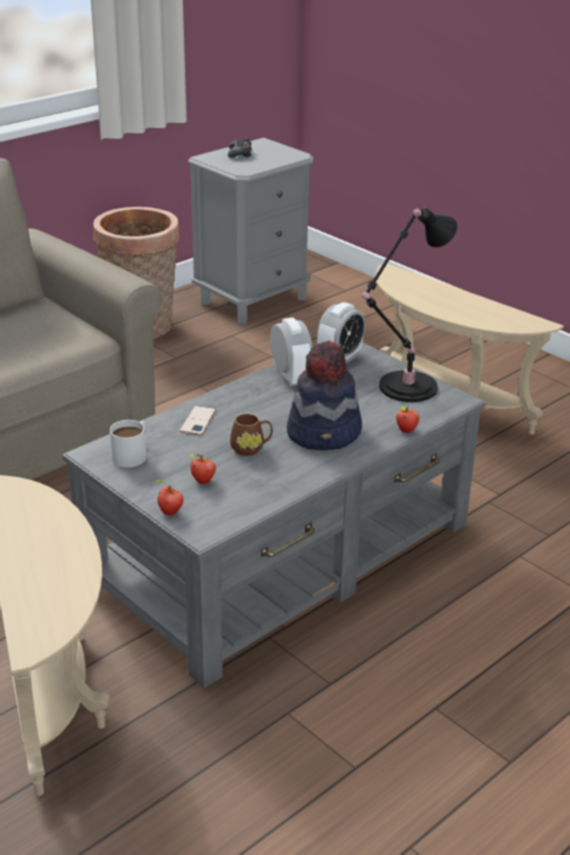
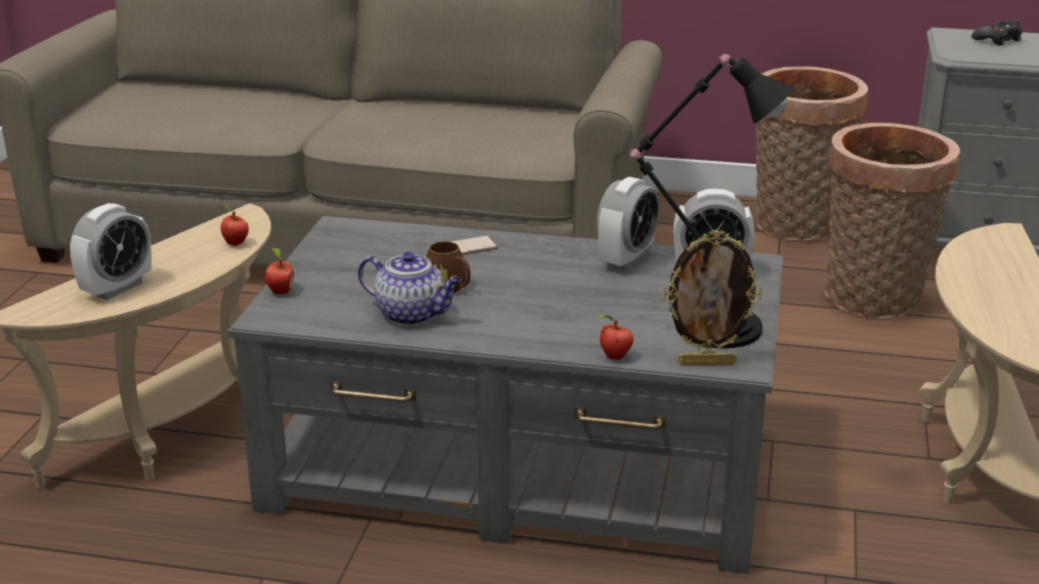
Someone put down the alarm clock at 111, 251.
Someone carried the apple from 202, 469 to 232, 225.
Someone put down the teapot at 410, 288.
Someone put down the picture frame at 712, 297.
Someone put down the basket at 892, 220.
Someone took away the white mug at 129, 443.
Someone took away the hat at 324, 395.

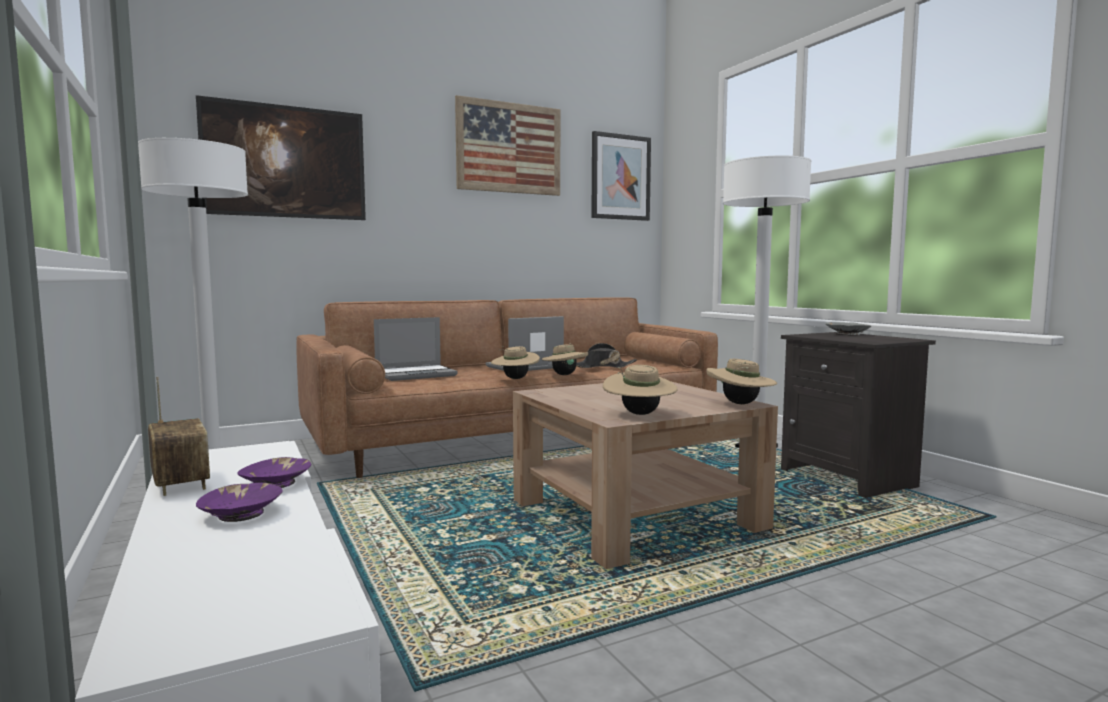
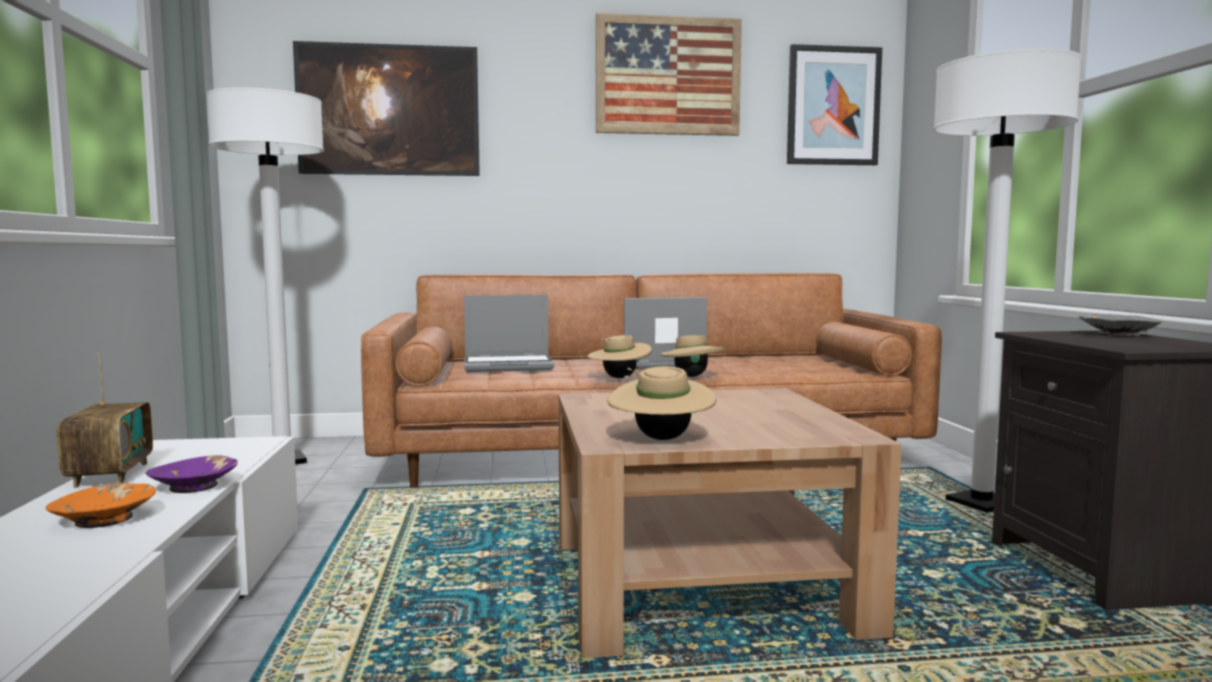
Someone repainted the purple bowl at 239, 502, which became the orange bowl at 101, 505.
Someone took away the black hat at 606, 355.
Someone took away the beige hat at 742, 381.

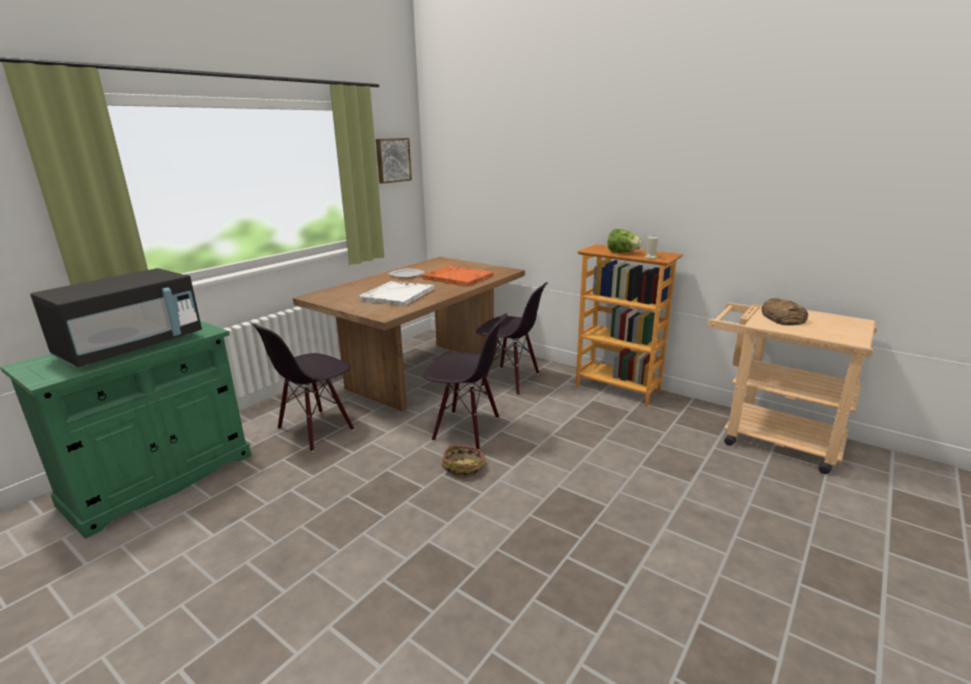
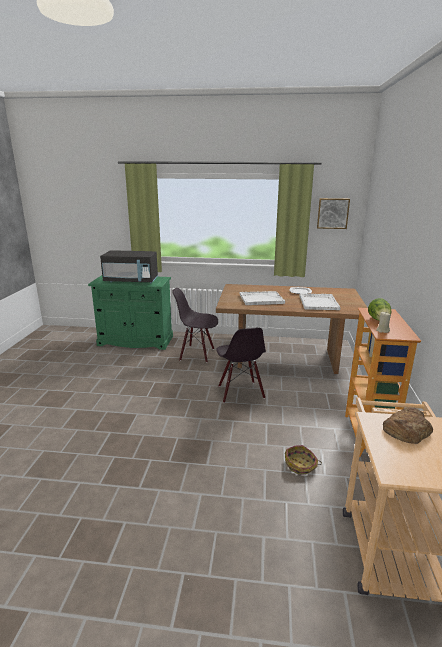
Someone carried the basket from 463, 461 to 303, 459.
Someone repainted the orange tray at 457, 275, which became the white tray at 319, 302.
Someone took away the black chair at 512, 338.

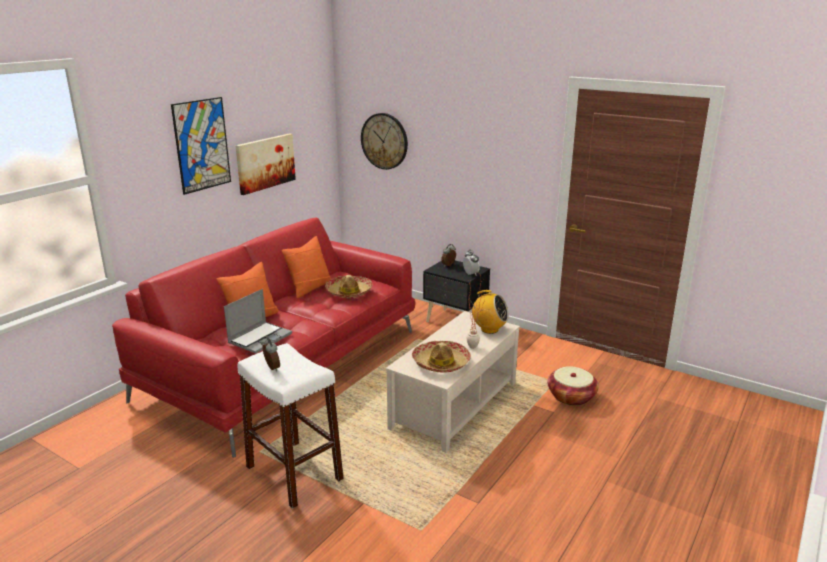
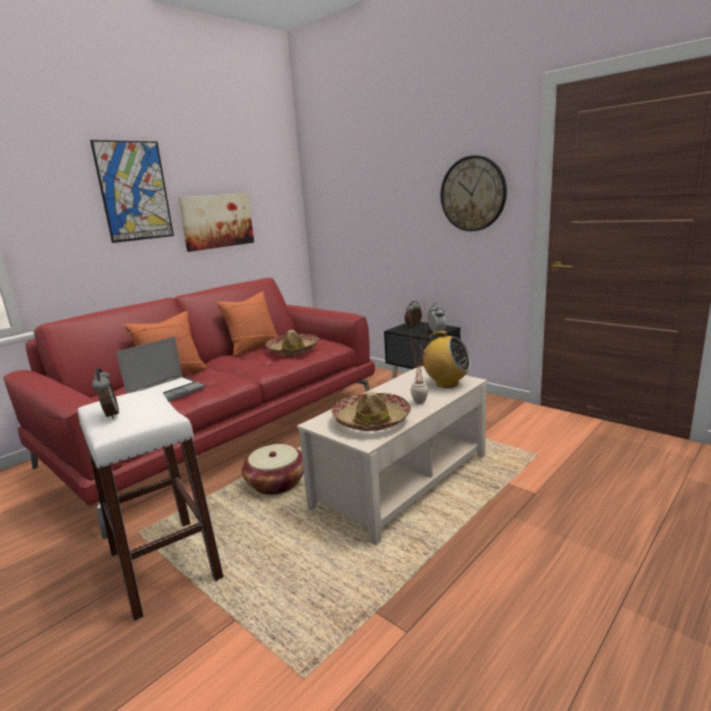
Someone carried the basket from 573, 386 to 273, 469.
Someone carried the wall clock from 384, 141 to 474, 193.

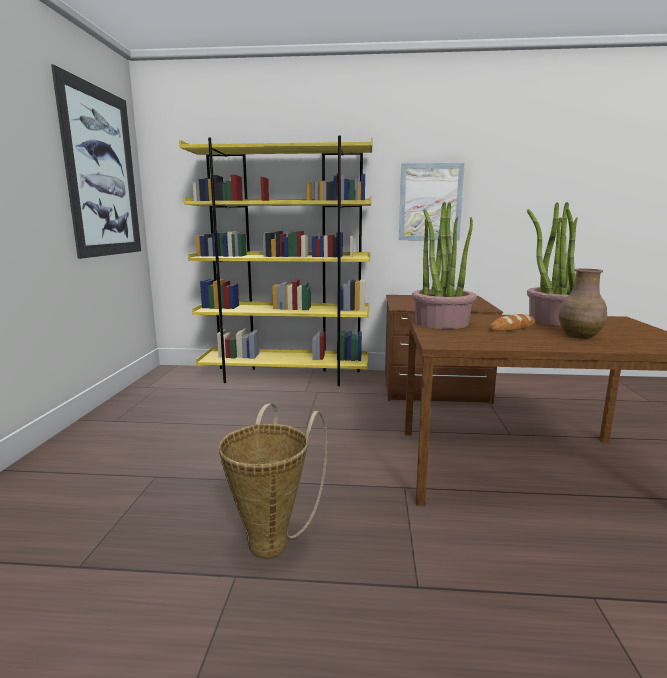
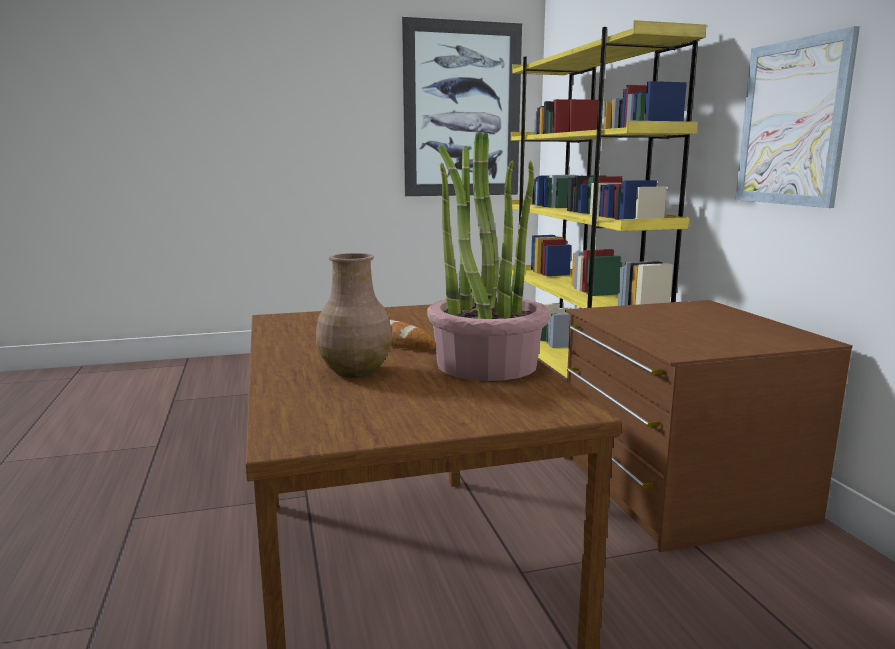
Someone took away the basket at 273, 481.
Someone took away the potted plant at 444, 265.

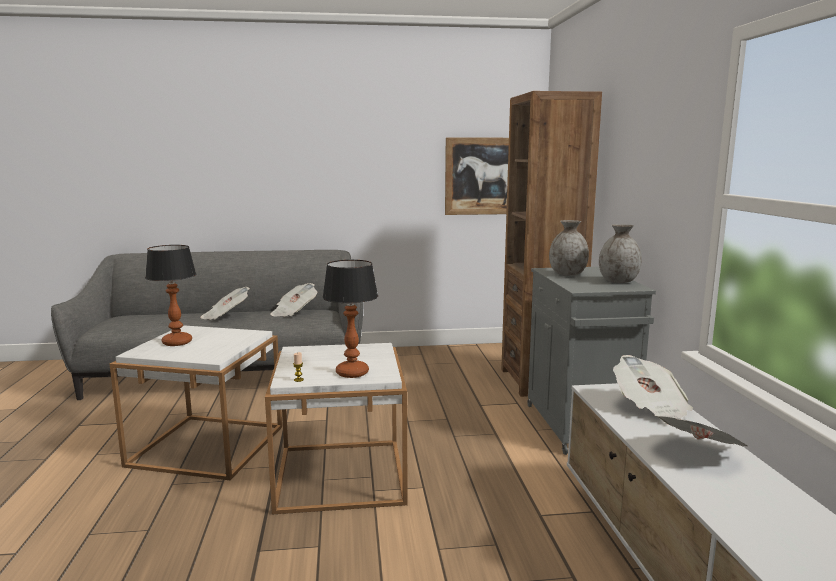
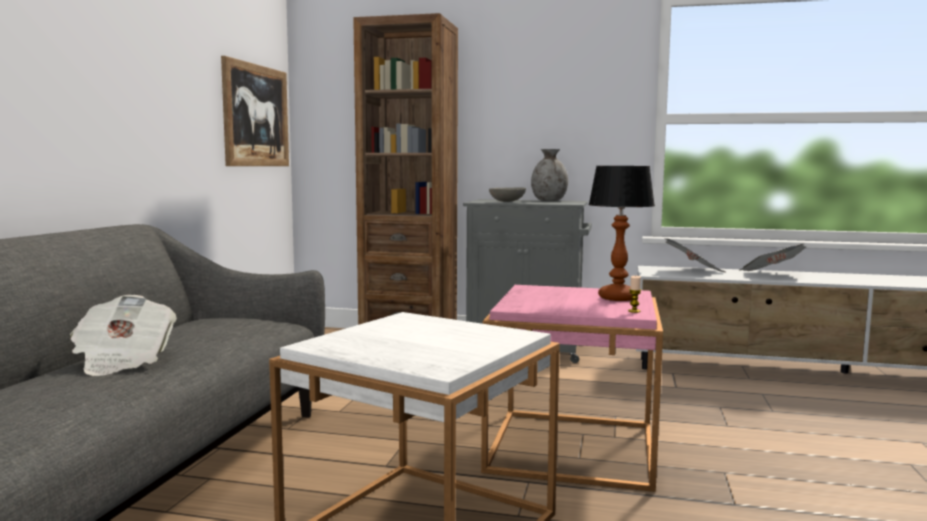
Someone repainted the white side table at 336, 429, which became the pink side table at 572, 388.
Someone swapped the grey vase at 569, 248 for the grey bowl at 507, 194.
Someone took away the table lamp at 170, 295.
Someone took away the newspaper at 293, 299.

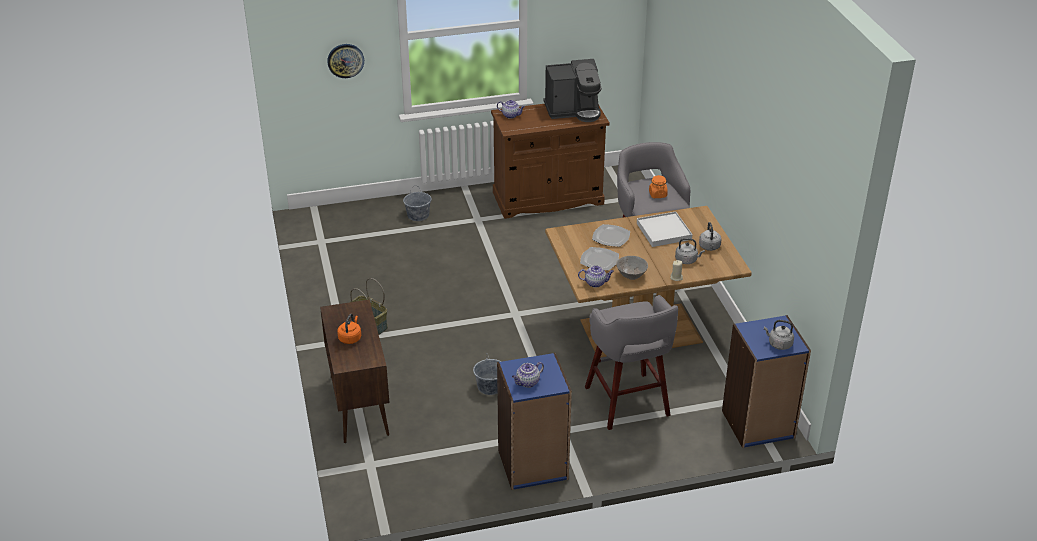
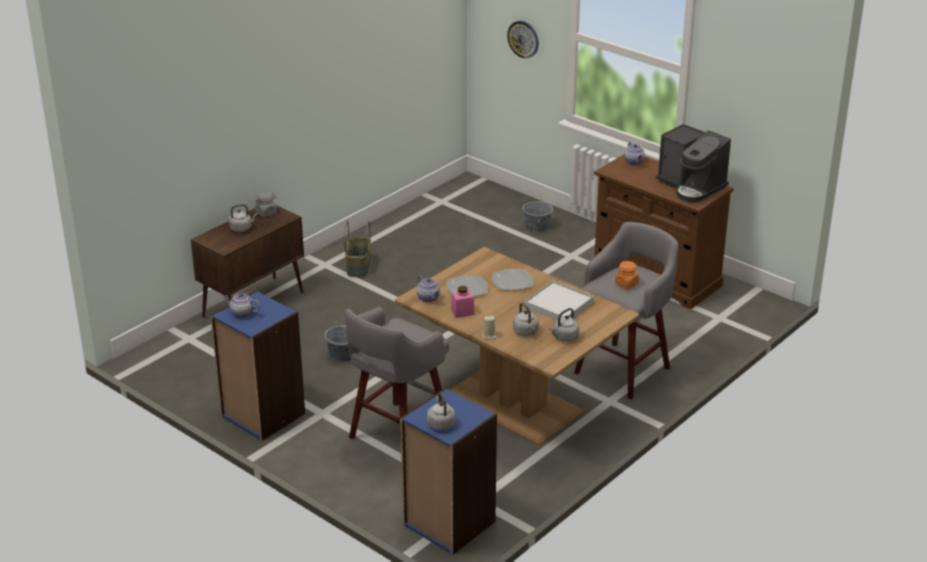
Someone repainted the orange kettle at 349, 329, which became the grey kettle at 243, 218.
Someone put down the grey jar at 266, 204.
Someone swapped the grey bowl at 632, 268 for the pink jar at 463, 302.

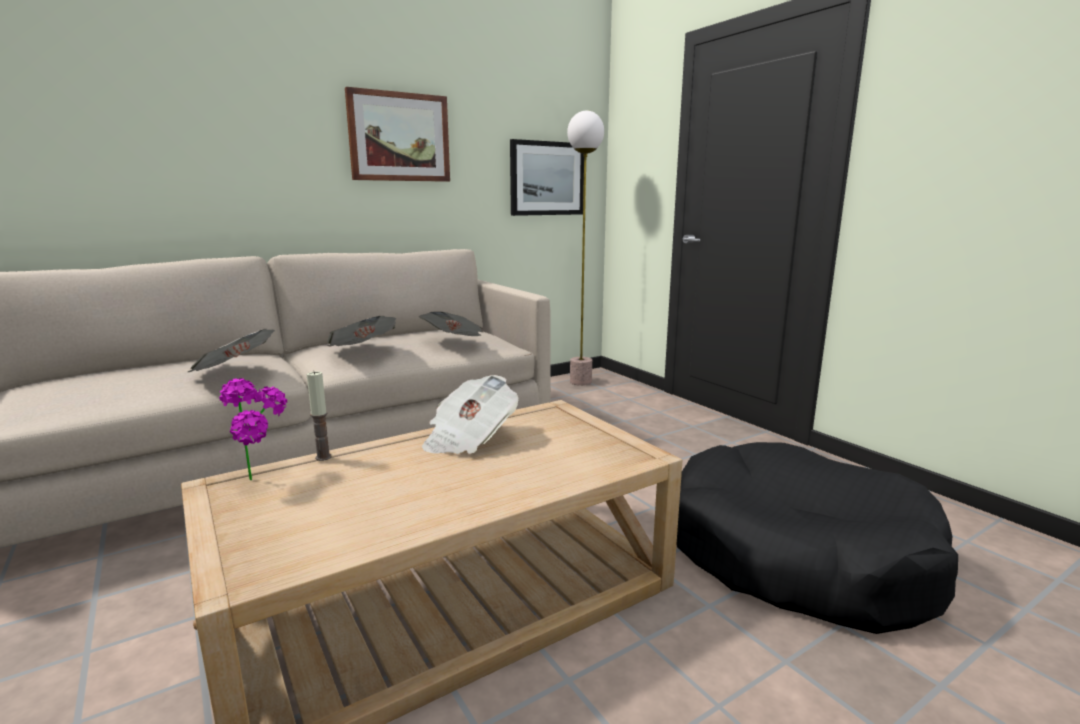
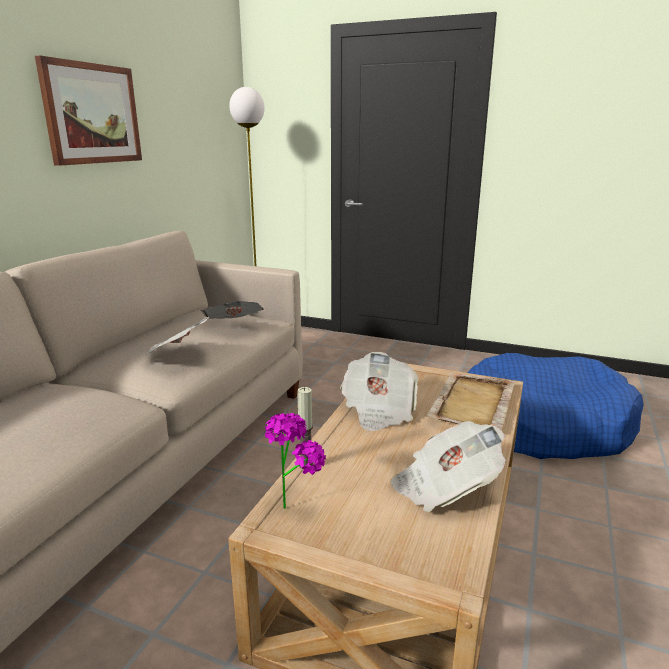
Someone carried the newspaper from 231, 350 to 448, 466.
Someone put down the beige tray at 470, 402.
Someone repainted the black dog bed at 817, 538, which became the blue dog bed at 556, 406.
Someone took away the picture at 547, 177.

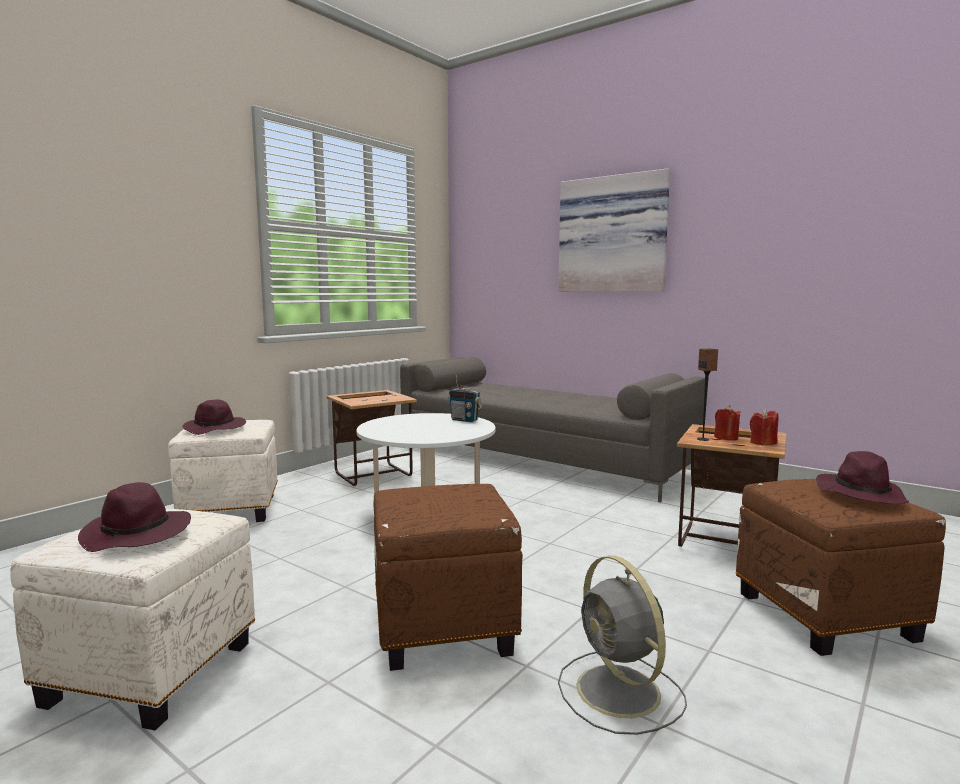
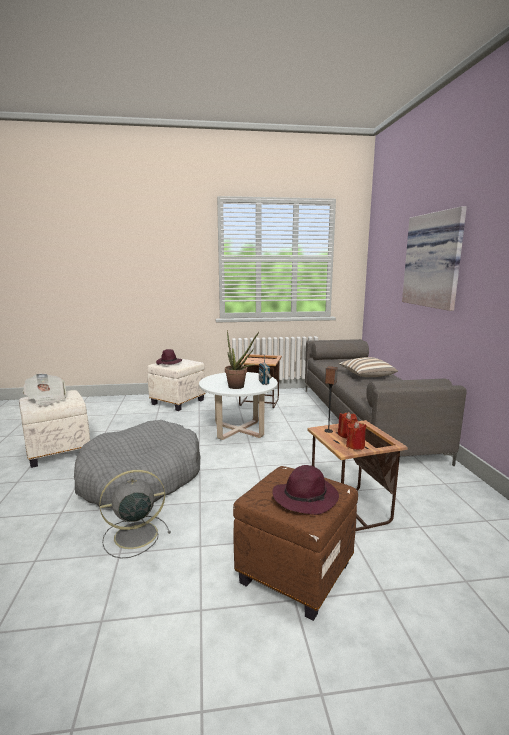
Someone swapped the purple hat at 134, 517 for the newspaper at 44, 390.
Someone swapped the brown ottoman at 448, 577 for the grey dog bed at 137, 464.
Someone rotated the grey fan at 622, 645 by 45 degrees clockwise.
Someone put down the potted plant at 242, 359.
Someone put down the pillow at 368, 367.

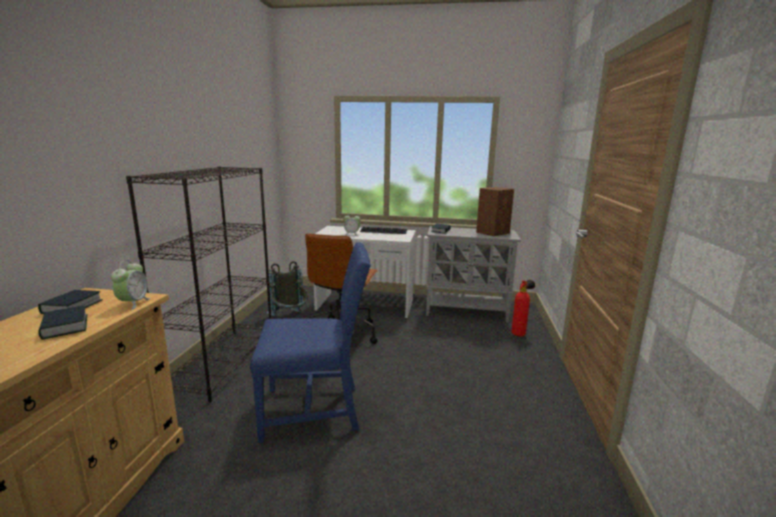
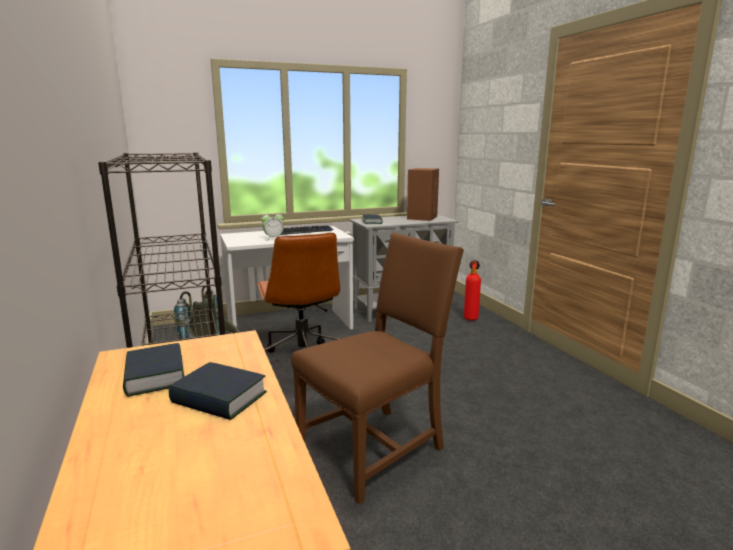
Someone repainted the blue chair at 310, 342, which became the brown chair at 377, 368.
Someone took away the alarm clock at 130, 285.

